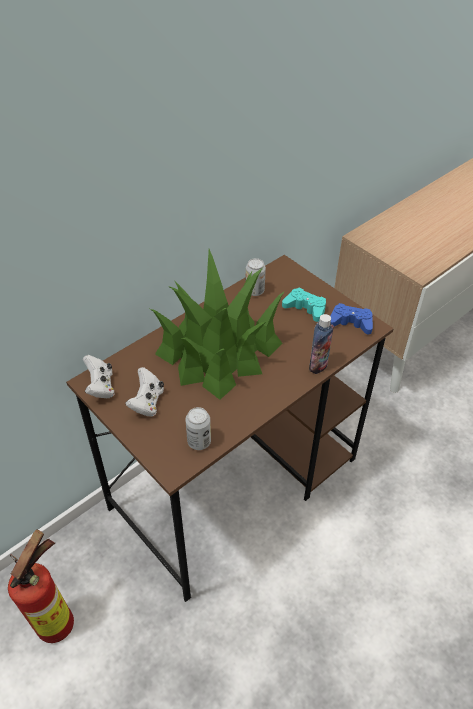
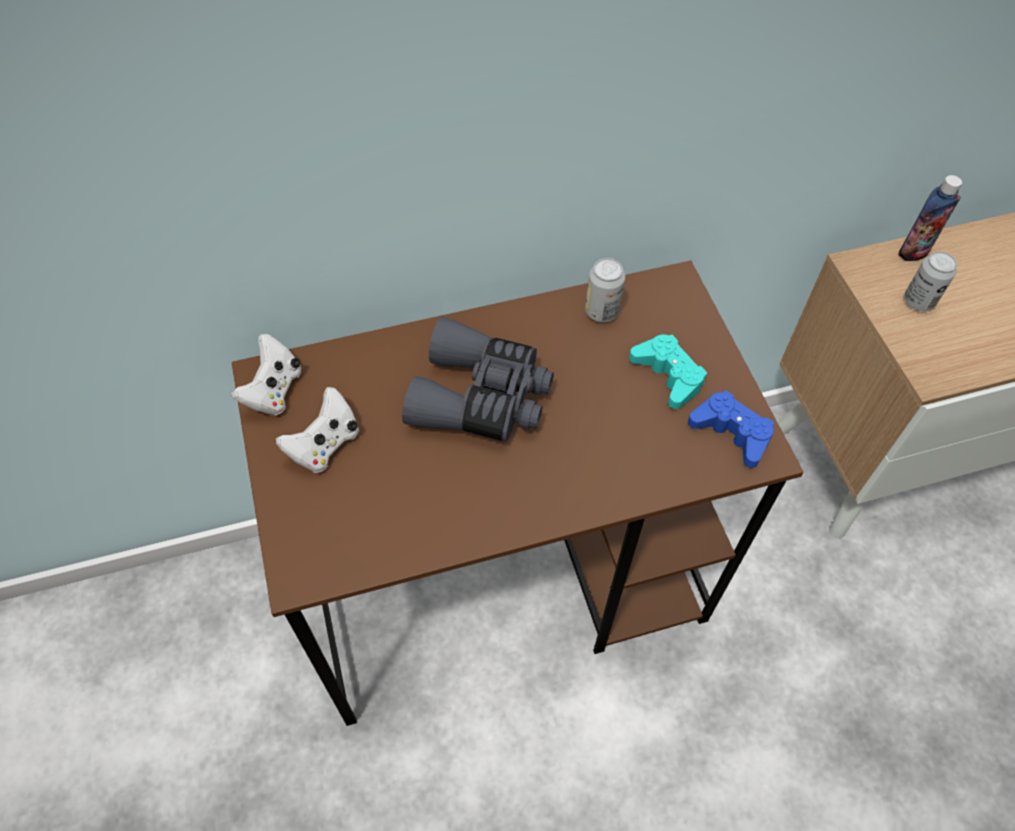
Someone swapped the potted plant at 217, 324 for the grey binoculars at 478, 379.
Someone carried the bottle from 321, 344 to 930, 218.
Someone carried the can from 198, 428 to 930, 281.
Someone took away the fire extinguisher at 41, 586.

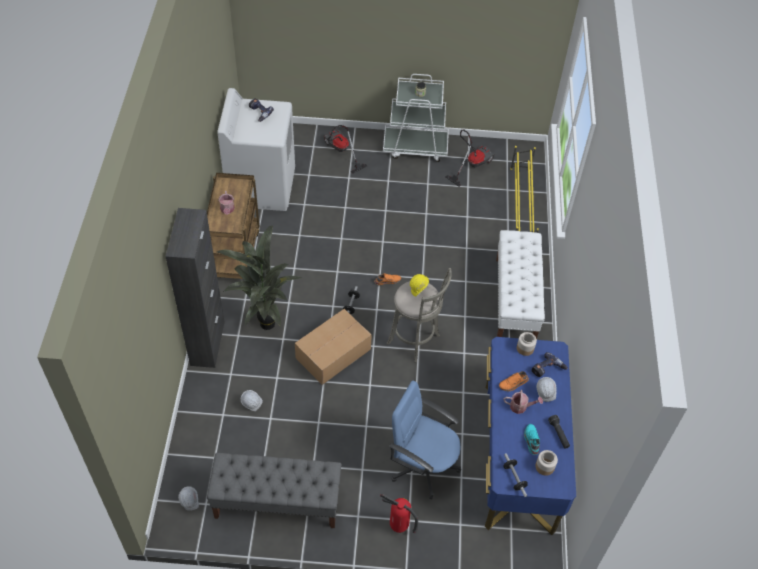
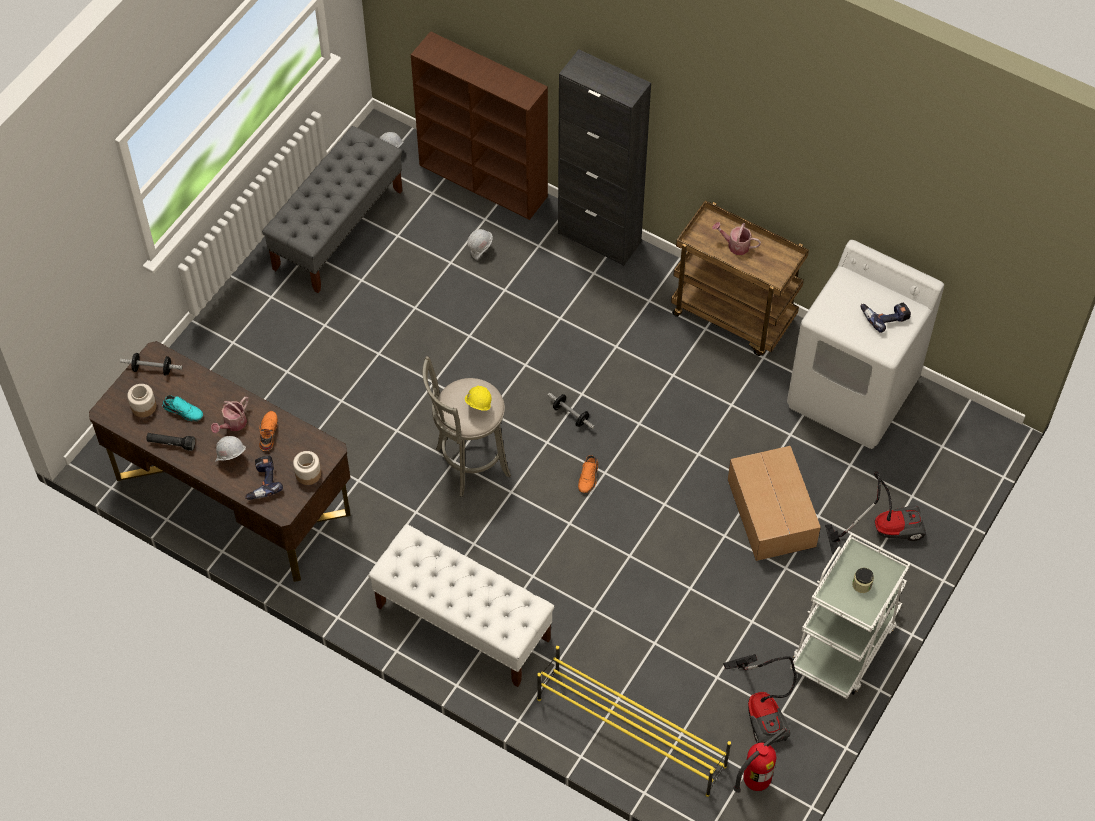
Someone repainted the blue desk at 530, 436, which became the brown desk at 220, 461.
Someone put down the brown bookcase at 479, 125.
Someone carried the cardboard box from 333, 347 to 774, 503.
Someone carried the fire extinguisher from 399, 513 to 760, 760.
Someone took away the potted plant at 259, 278.
Someone took away the blue office chair at 425, 440.

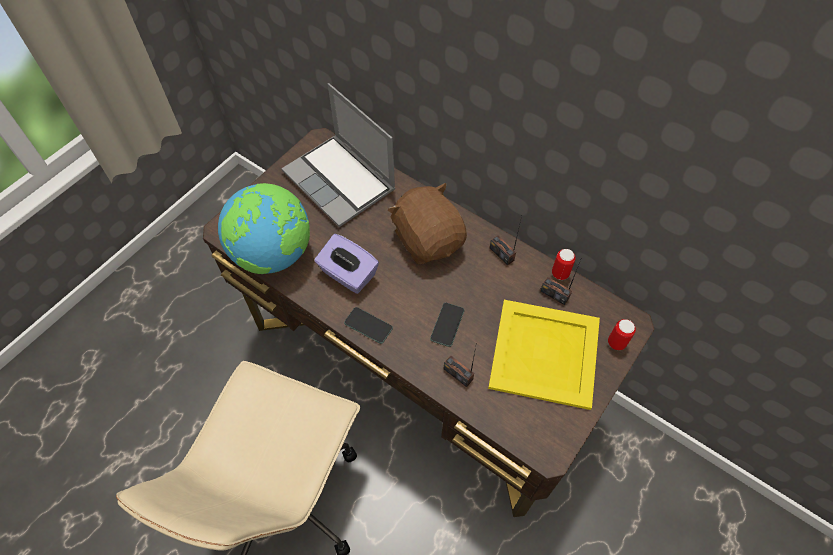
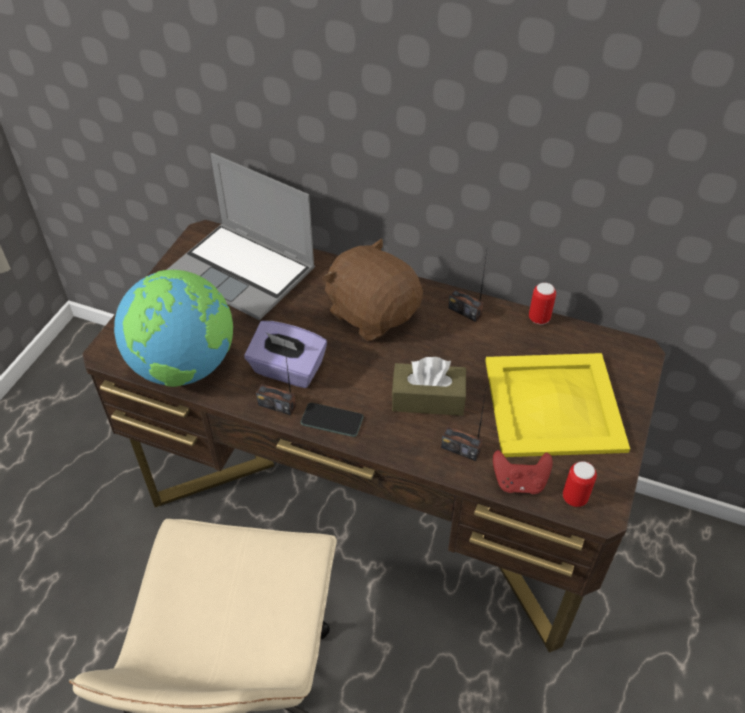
Someone carried the radio from 561, 281 to 276, 378.
Someone swapped the phone at 447, 325 for the brown tissue box at 429, 386.
Someone put down the red game controller at 523, 472.
Someone carried the can from 622, 334 to 580, 484.

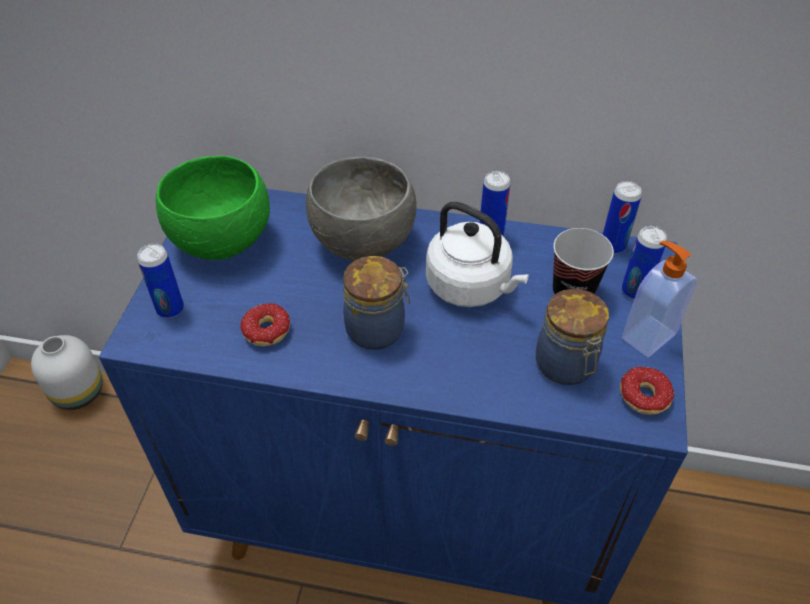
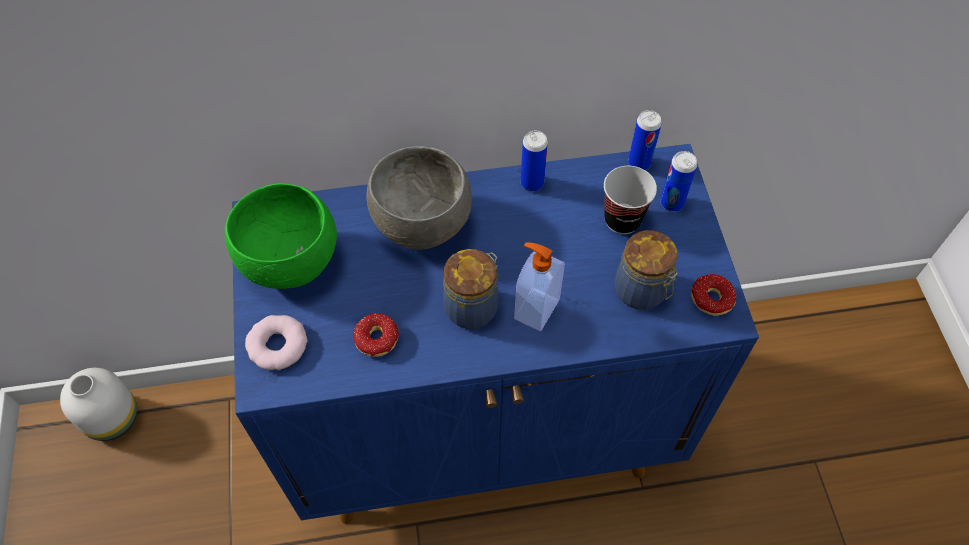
Someone swapped the can at 160, 280 for the donut at 276, 342.
Someone carried the soap dispenser from 660, 299 to 539, 286.
Someone took away the white kettle at 477, 254.

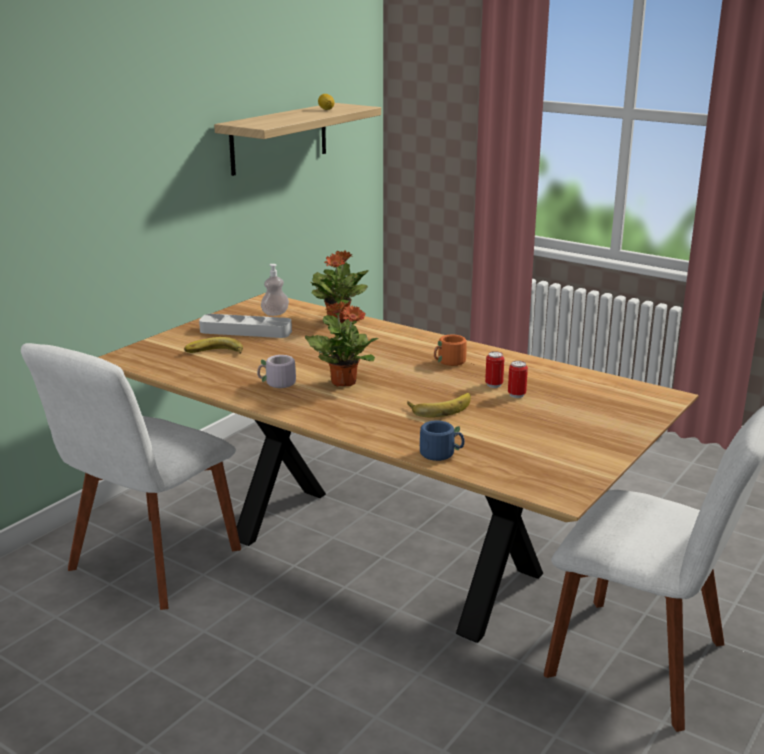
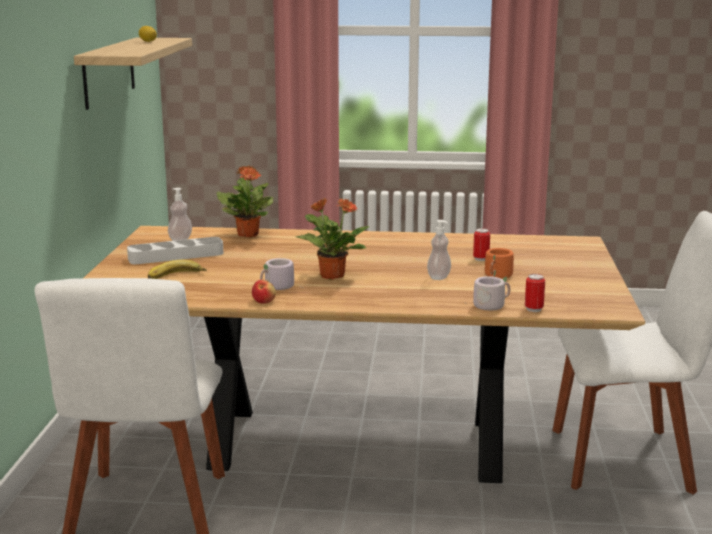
Someone put down the apple at 264, 291.
Someone swapped the banana at 439, 405 for the soap dispenser at 439, 250.
Someone repainted the blue mug at 442, 440, which became the grey mug at 488, 293.
Someone carried the orange mug from 454, 350 to 502, 263.
Someone carried the can from 495, 369 to 535, 293.

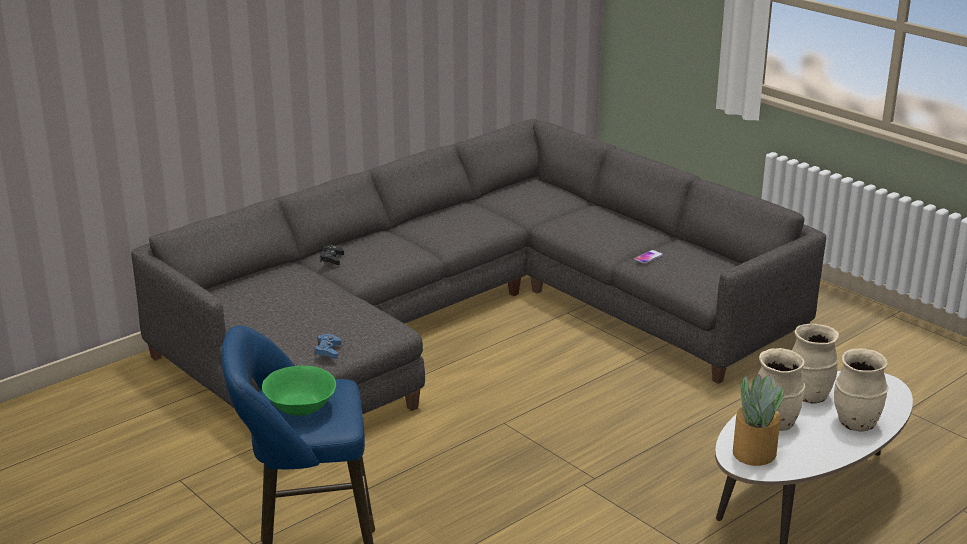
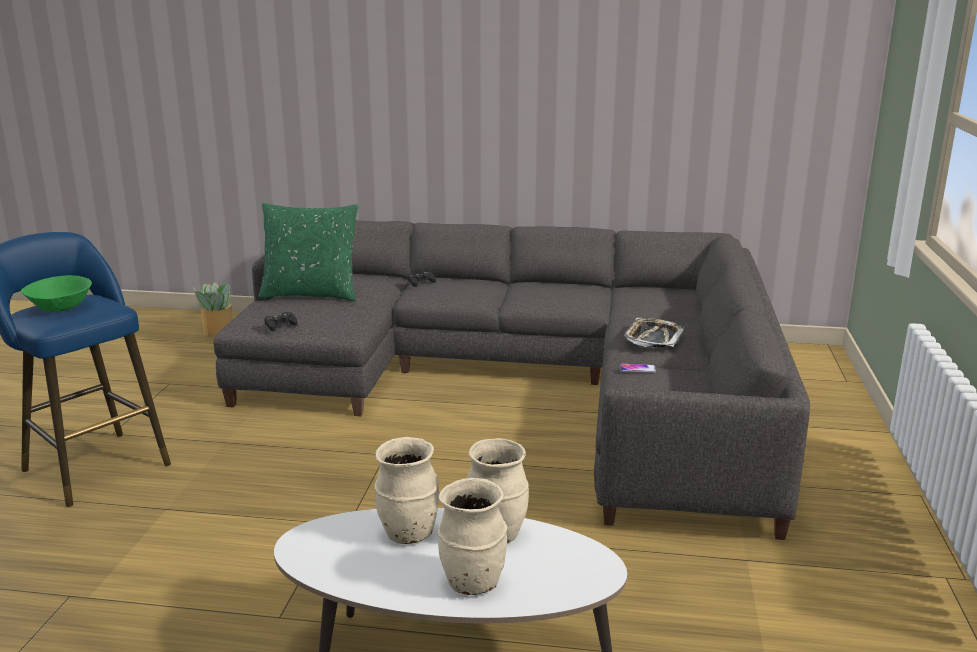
Someone carried the potted plant from 760, 420 to 213, 309.
Someone put down the green pillow at 308, 252.
Someone repainted the blue game controller at 327, 346, which became the black game controller at 280, 321.
Someone put down the tray at 654, 333.

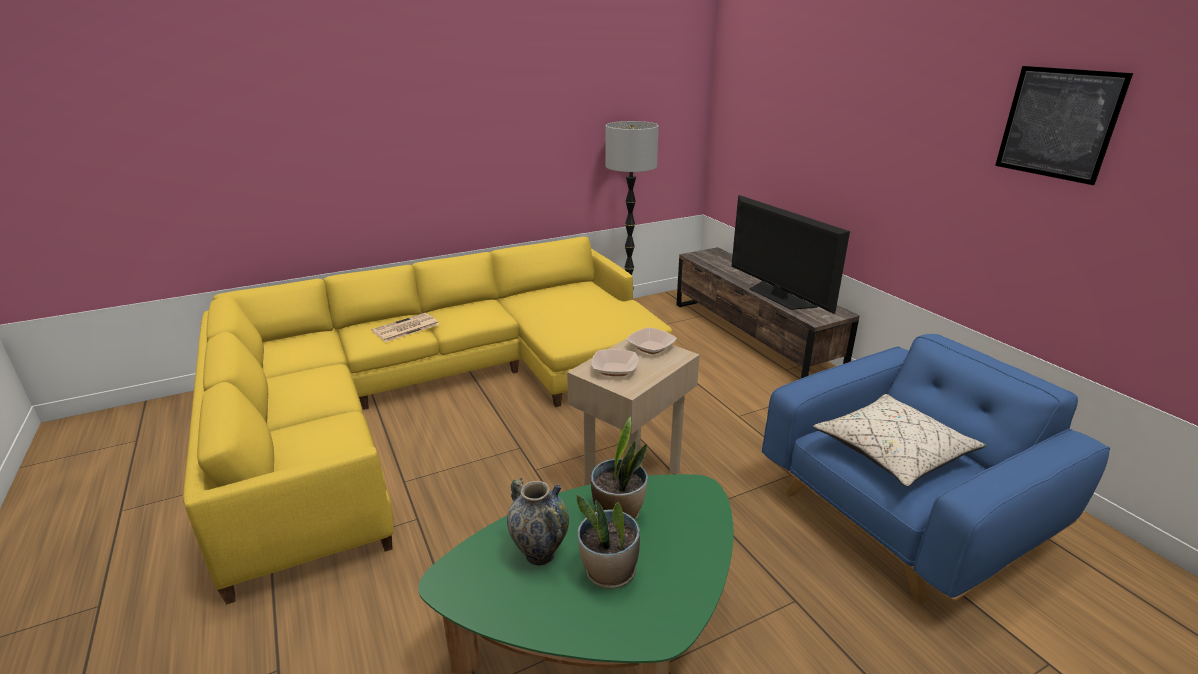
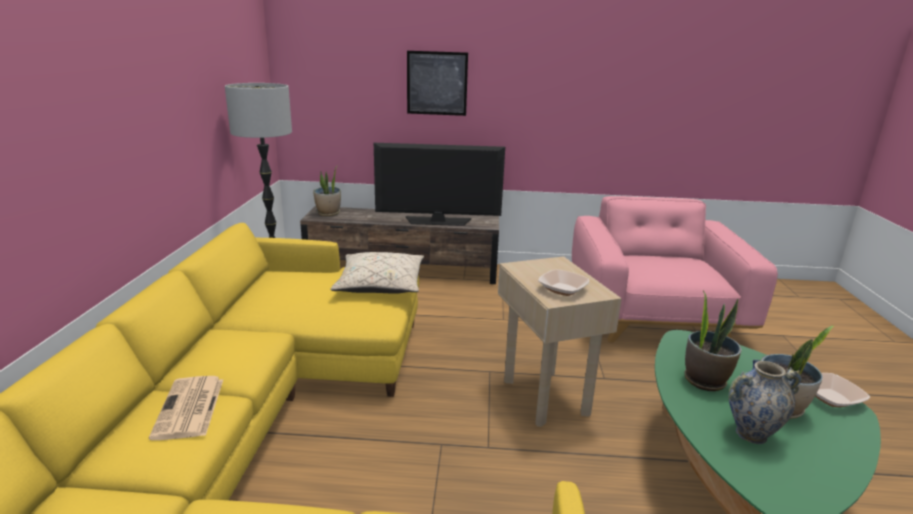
Someone put down the potted plant at 327, 190.
Someone carried the beige pillow from 899, 440 to 377, 273.
Someone carried the picture from 1064, 125 to 437, 83.
Someone repainted the blue armchair at 936, 469, which became the pink armchair at 675, 269.
Someone carried the bowl from 652, 340 to 842, 390.

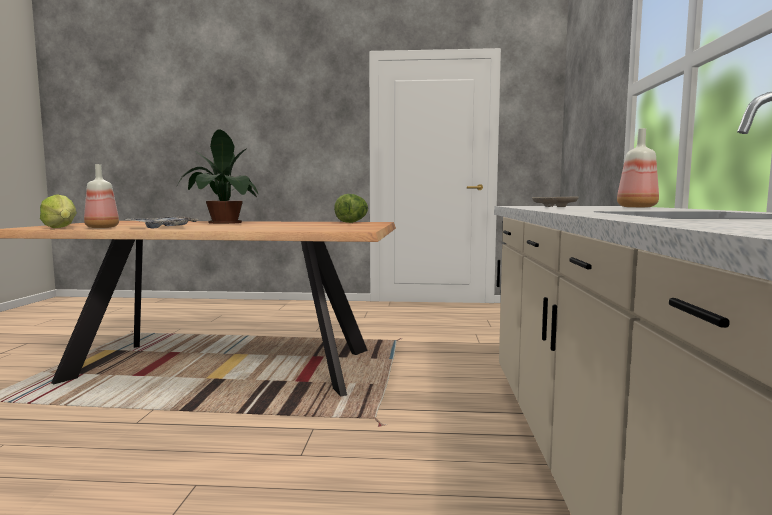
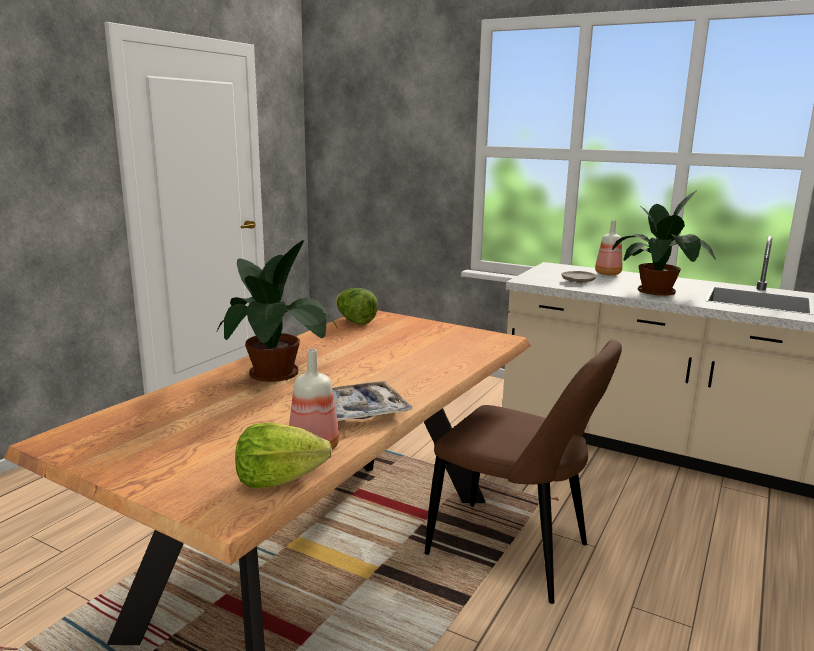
Someone put down the brown chair at 523, 472.
Someone put down the potted plant at 664, 243.

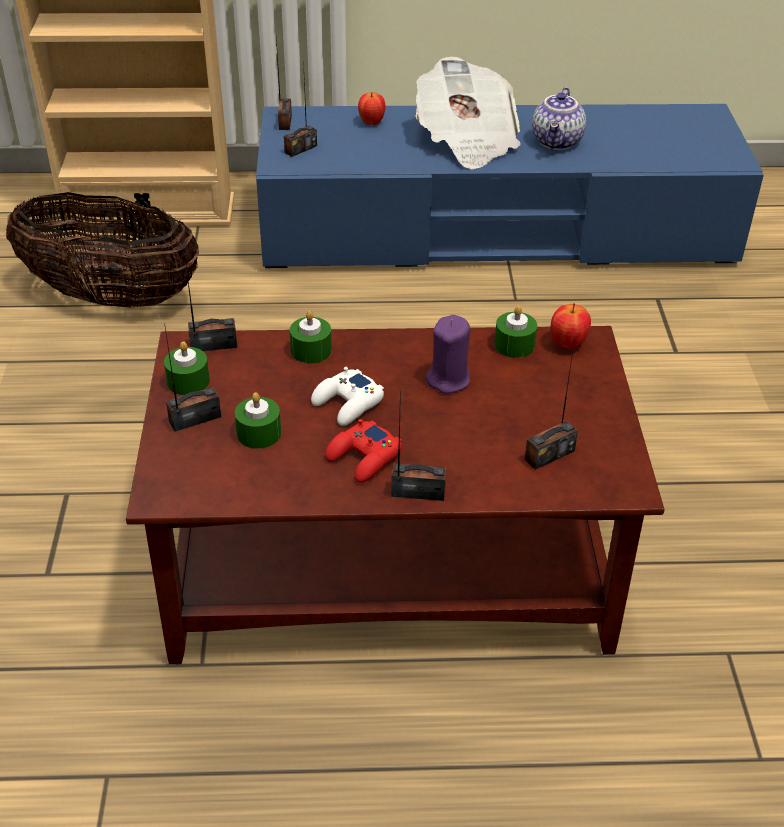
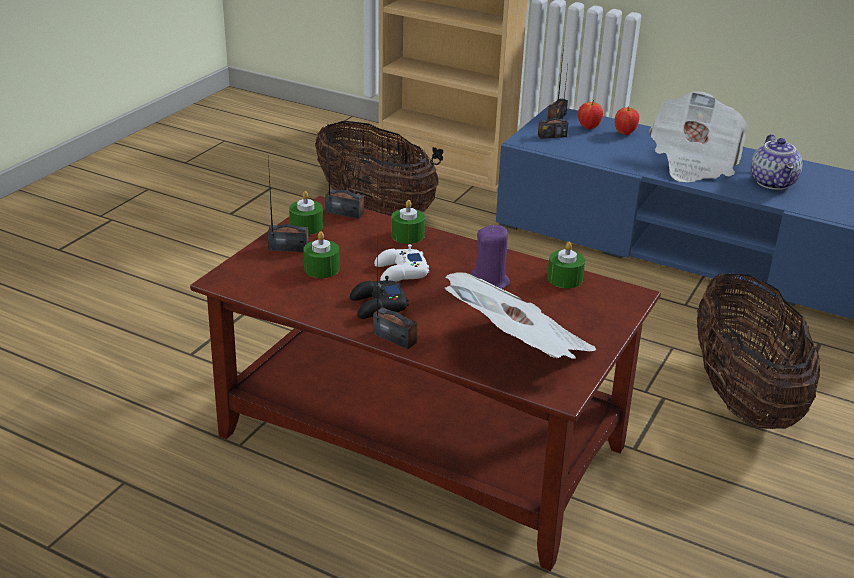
Someone repainted the red game controller at 363, 451, which became the black game controller at 379, 297.
Someone swapped the radio at 551, 404 for the newspaper at 520, 315.
Someone carried the apple from 571, 326 to 590, 115.
Someone put down the basket at 759, 350.
Someone rotated the teapot at 559, 118 by 45 degrees counterclockwise.

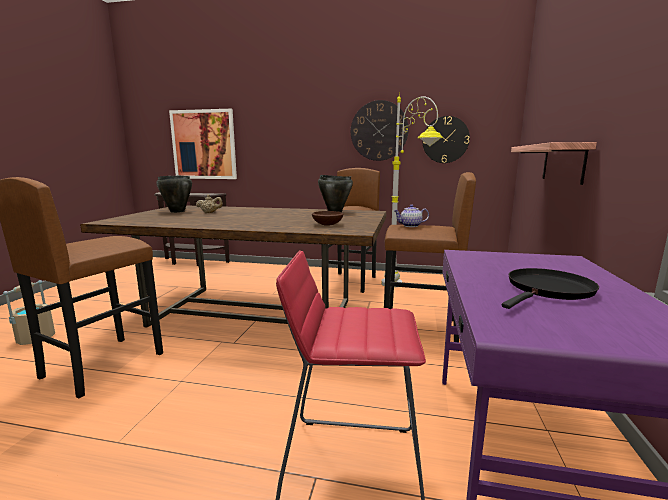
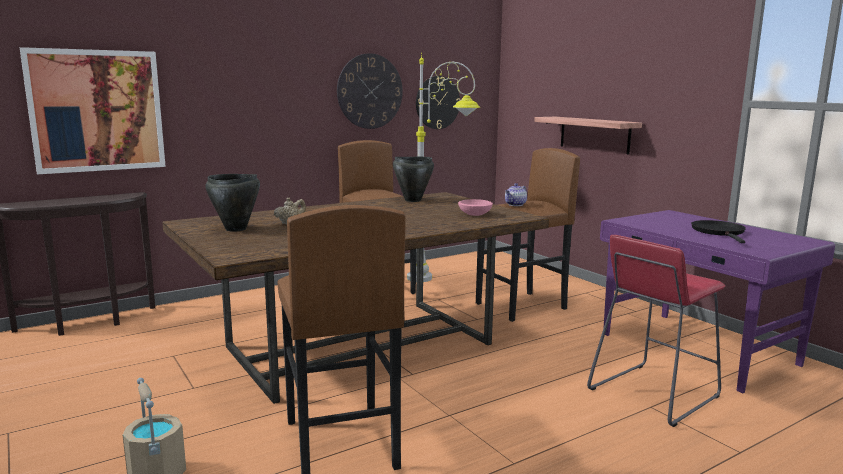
Someone repainted the brown bowl at 327, 218, which became the pink bowl at 475, 207.

